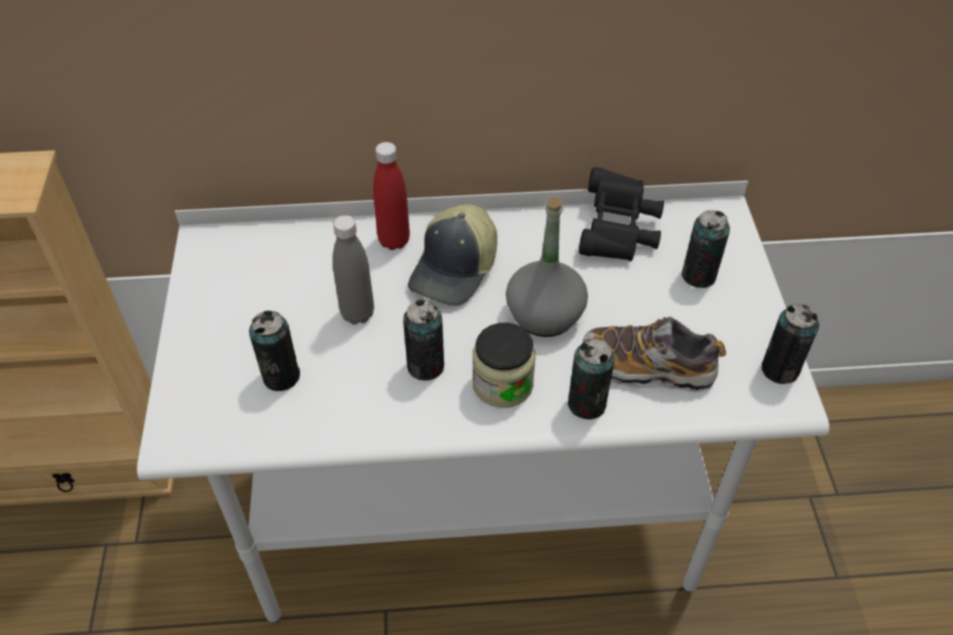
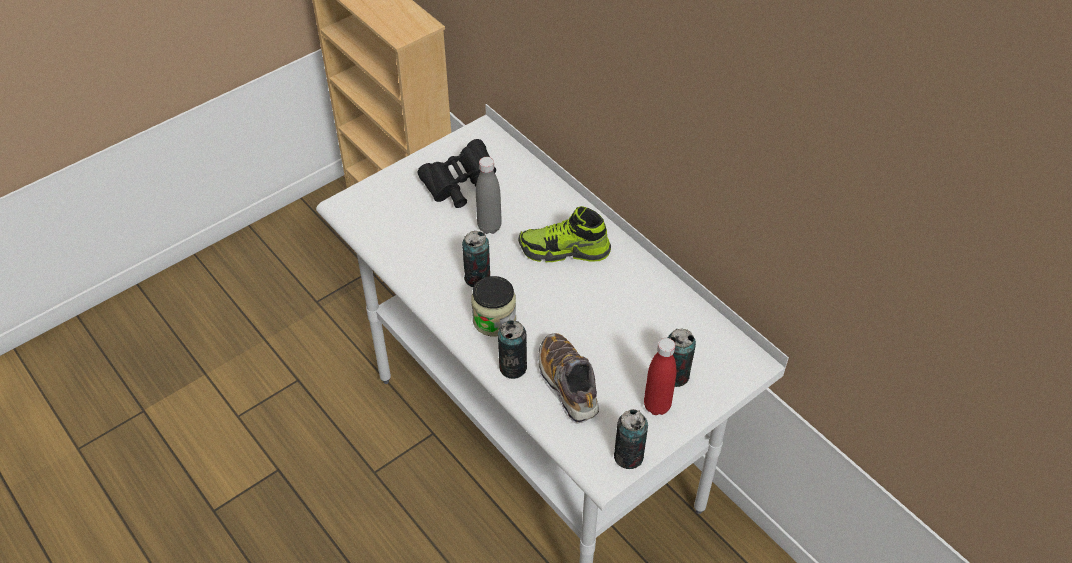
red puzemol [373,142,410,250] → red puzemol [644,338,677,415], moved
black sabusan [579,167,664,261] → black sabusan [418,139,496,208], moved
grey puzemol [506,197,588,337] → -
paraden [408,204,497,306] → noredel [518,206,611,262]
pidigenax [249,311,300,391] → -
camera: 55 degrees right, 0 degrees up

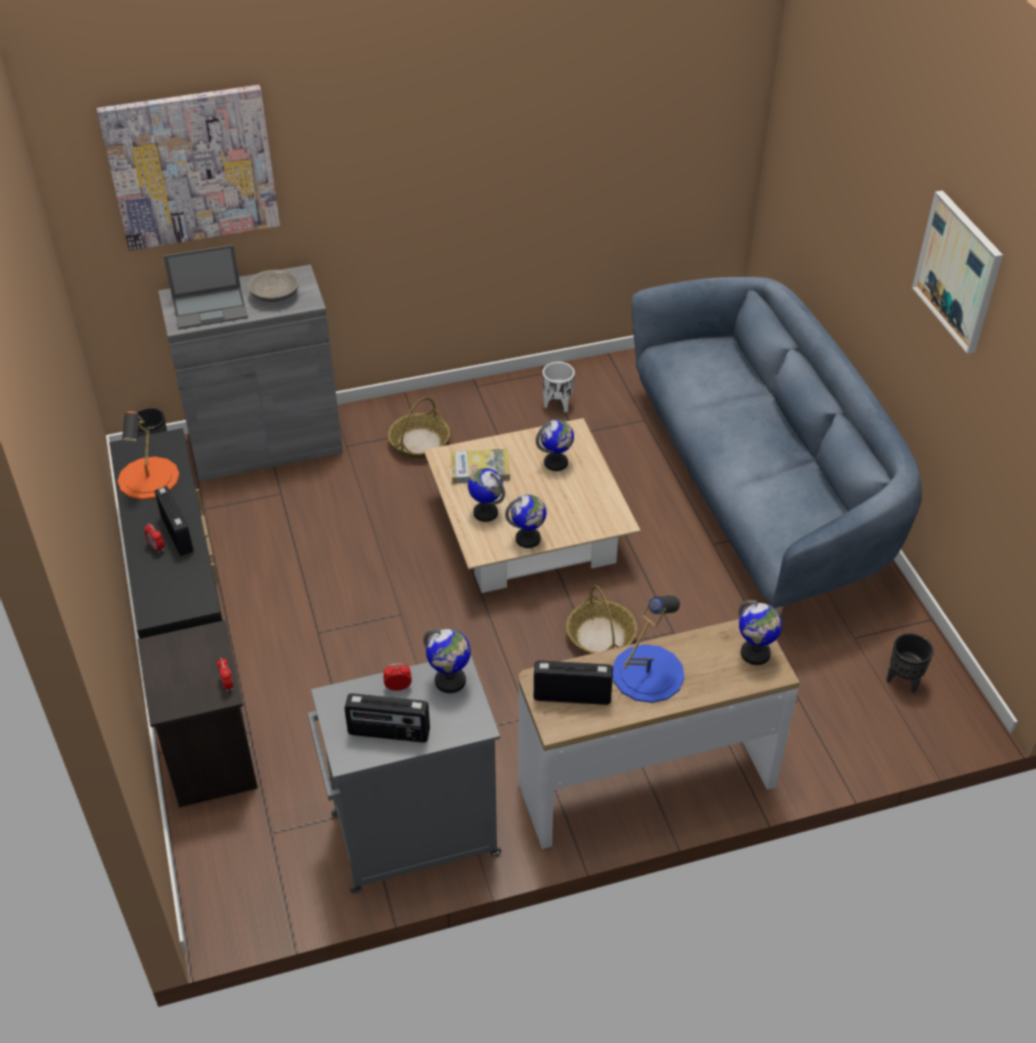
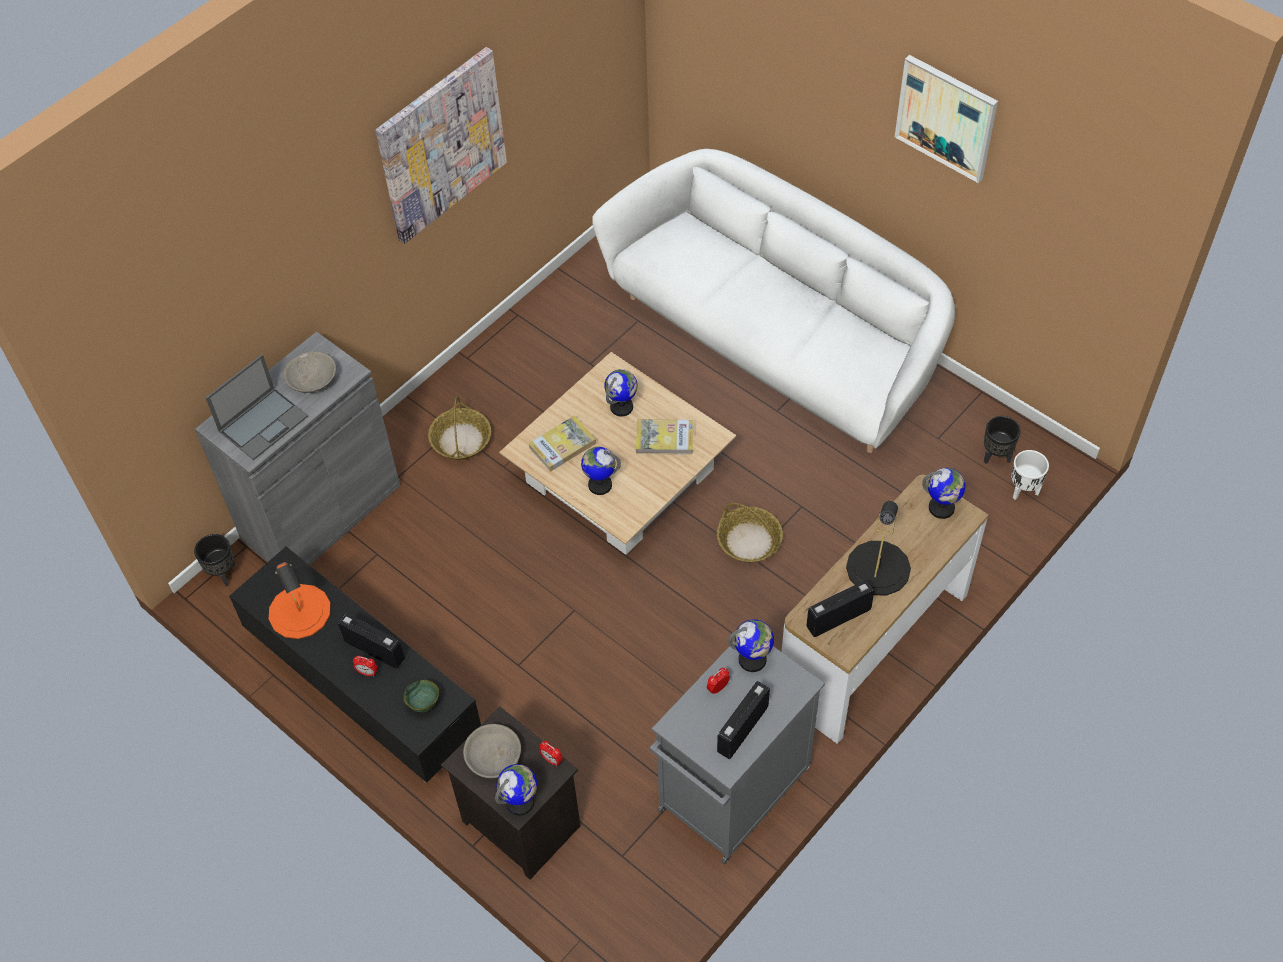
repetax [97,85,280,251] → repetax [375,47,507,244], moved
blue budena [631,277,922,617] → white budena [592,149,955,453]
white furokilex [543,362,575,413] → white furokilex [1011,450,1049,500], moved
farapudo [505,495,547,548] → farapudo [495,764,537,816], moved
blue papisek [613,595,685,703] → black papisek [846,501,911,596]
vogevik [344,693,430,742] → vogevik [717,681,770,759], 150 degrees clockwise
- → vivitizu [636,419,694,455]
- → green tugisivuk [403,680,439,712]
- → grey tugisivuk [463,724,521,779]
camera: 30 degrees left, 10 degrees up

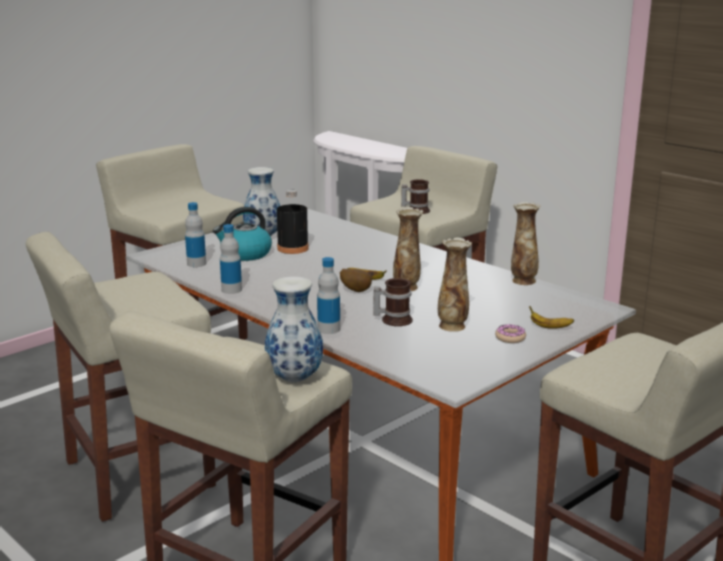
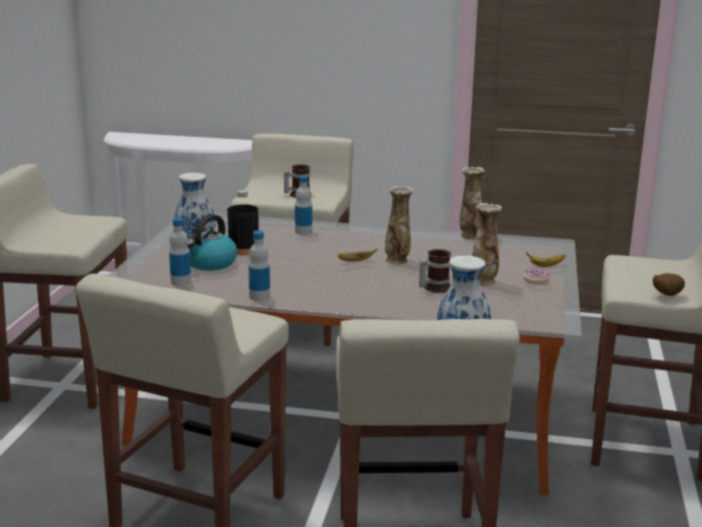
puzemol [317,257,340,334] → puzemol [295,175,312,235], moved
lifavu [340,269,372,292] → lifavu [653,273,685,296], moved
camera: 35 degrees left, 0 degrees up

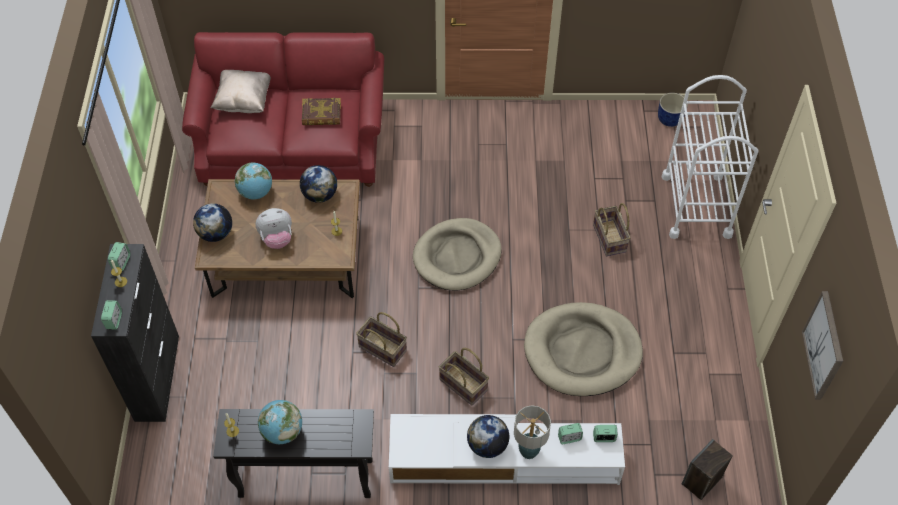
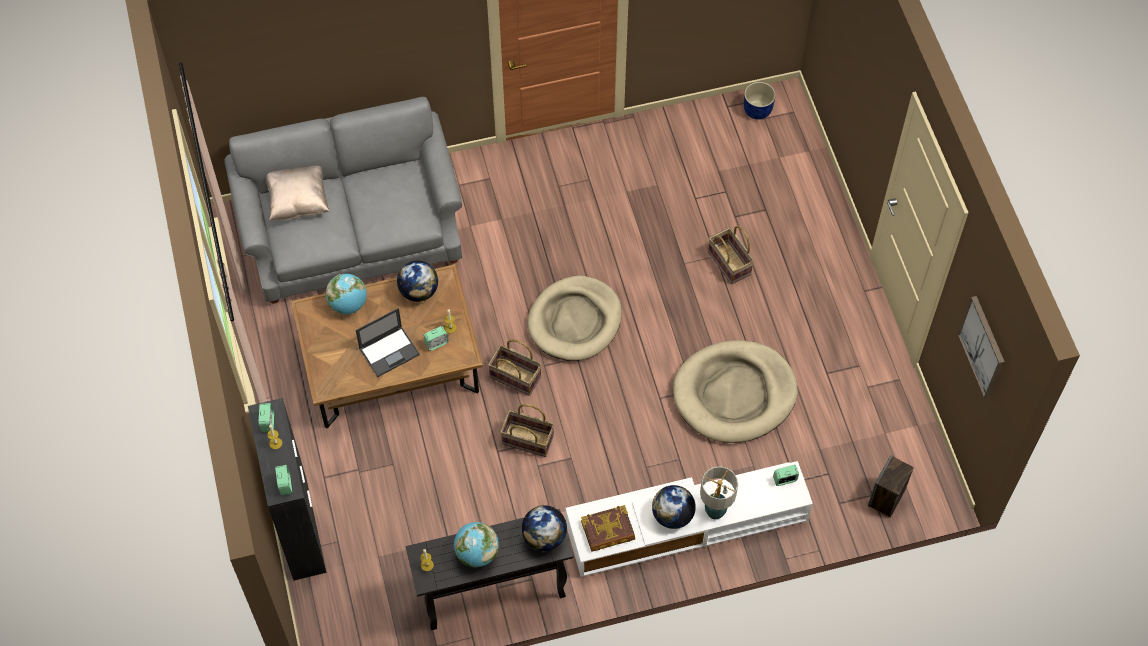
red budena [182,32,384,187] → grey budena [224,97,462,304]
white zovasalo [662,75,758,239] → -
vivitizu [302,98,341,125] → vivitizu [581,505,635,552], moved
farapudo [193,203,232,242] → farapudo [522,505,567,551], moved
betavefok [255,208,292,249] → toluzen [356,308,420,377]
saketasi [439,348,489,405] → saketasi [488,339,542,396], moved
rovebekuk [558,423,583,444] → rovebekuk [424,326,449,351], moved
camera: 15 degrees left, 5 degrees up

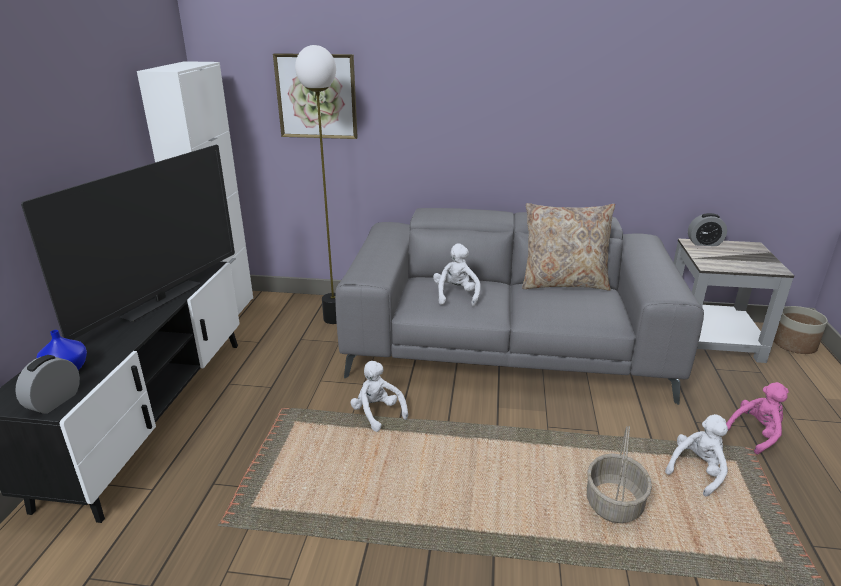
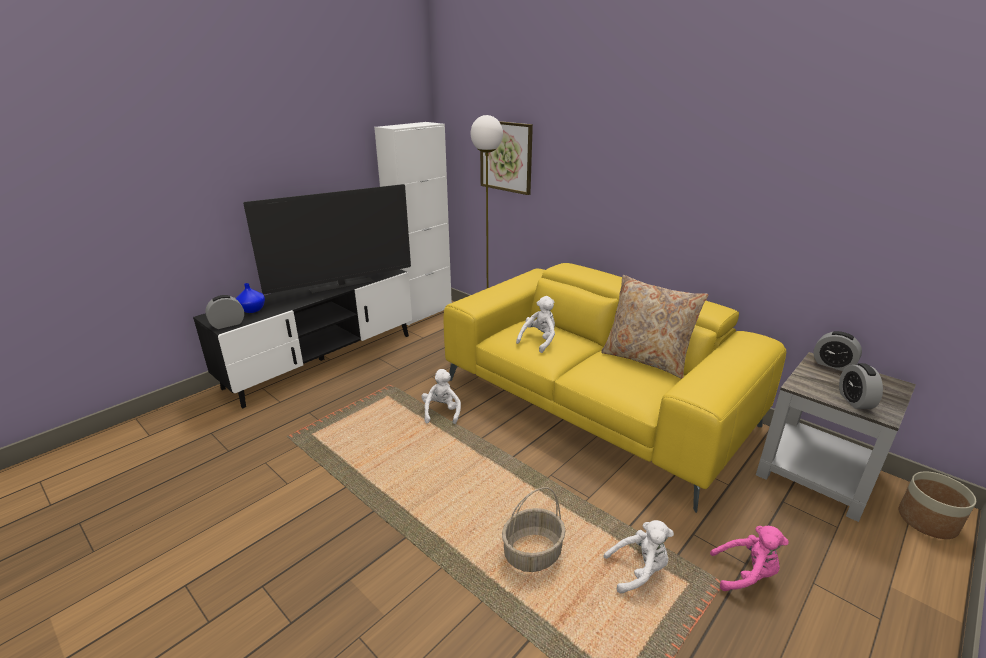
grey budena [335,208,704,405] → yellow budena [444,263,786,513]
- → rovebekuk [839,363,883,409]
camera: 35 degrees right, 0 degrees up

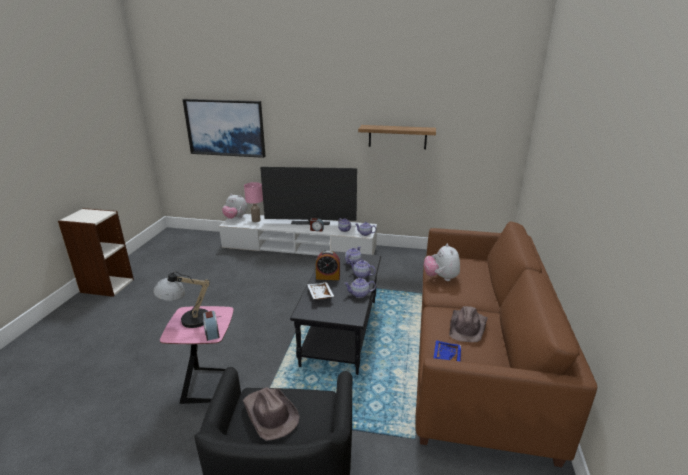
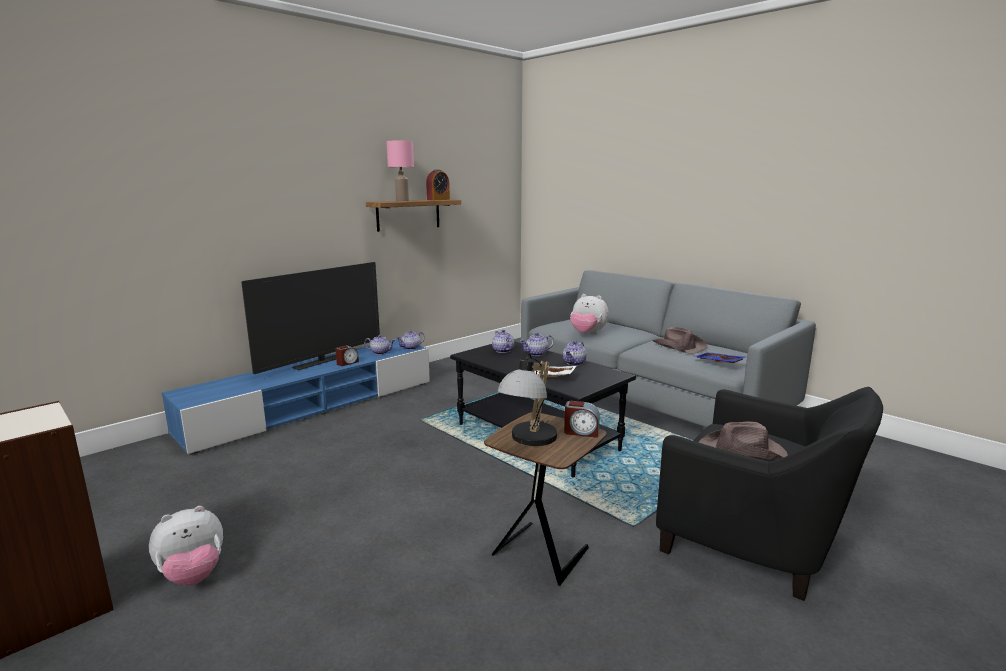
repetax [183,99,265,158] → -
pink papisek [244,182,263,222] → pink papisek [386,141,414,201], moved
betavefok [222,194,248,219] → betavefok [149,506,223,586], moved
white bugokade [219,214,377,256] → blue bugokade [162,339,430,455]
brown budena [415,222,597,467] → grey budena [521,270,816,427]
rovebekuk [316,251,340,280] → rovebekuk [426,169,450,200], moved
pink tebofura [160,306,234,404] → brown tebofura [484,412,607,586]
camera: 55 degrees left, 10 degrees down

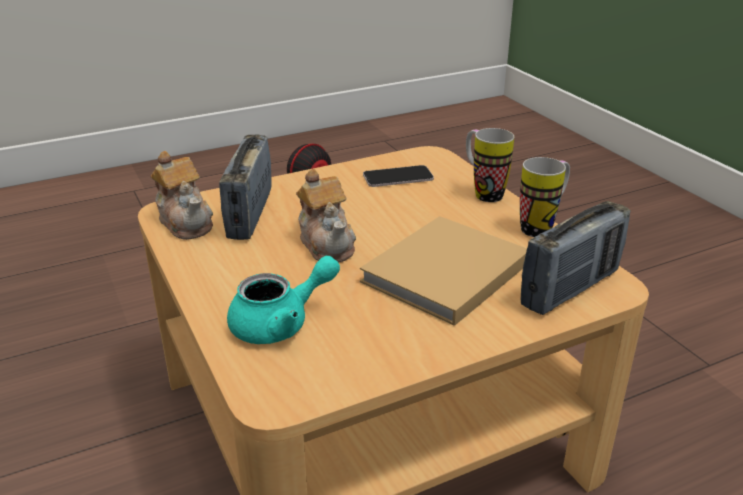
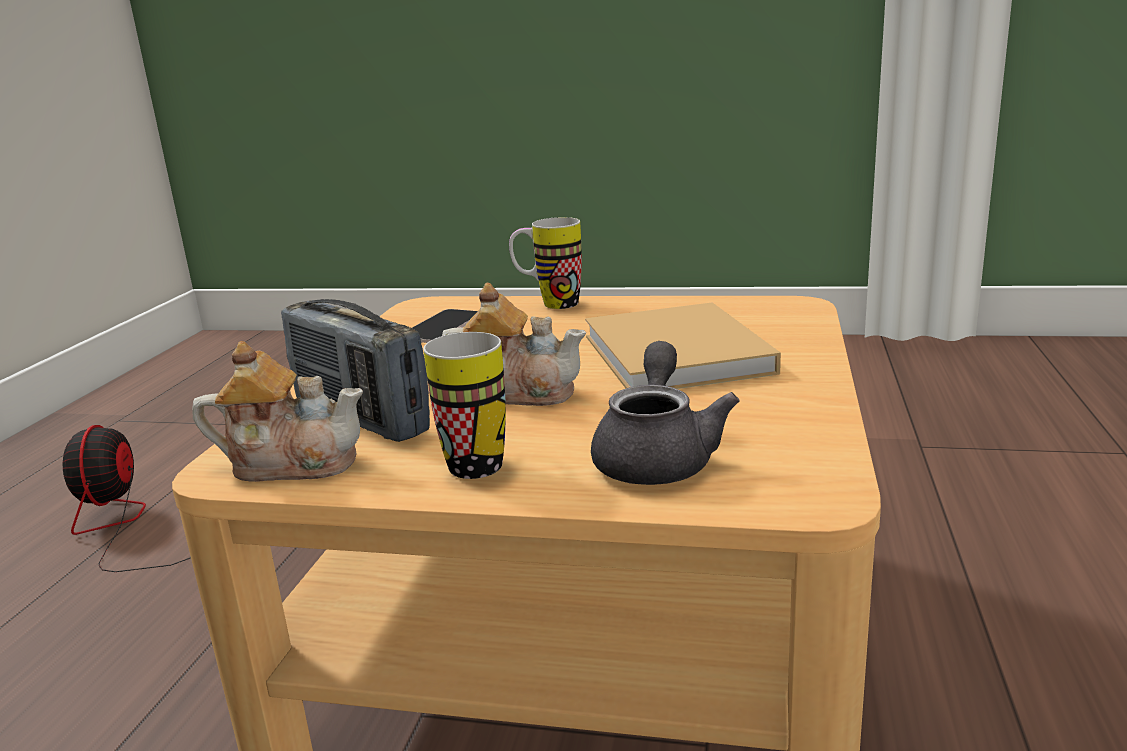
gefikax [520,157,570,237] → gefikax [423,332,506,479], moved
vogevik [520,201,630,315] → -
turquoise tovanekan [227,256,340,344] → grey tovanekan [591,341,740,485]
camera: 50 degrees left, 10 degrees down

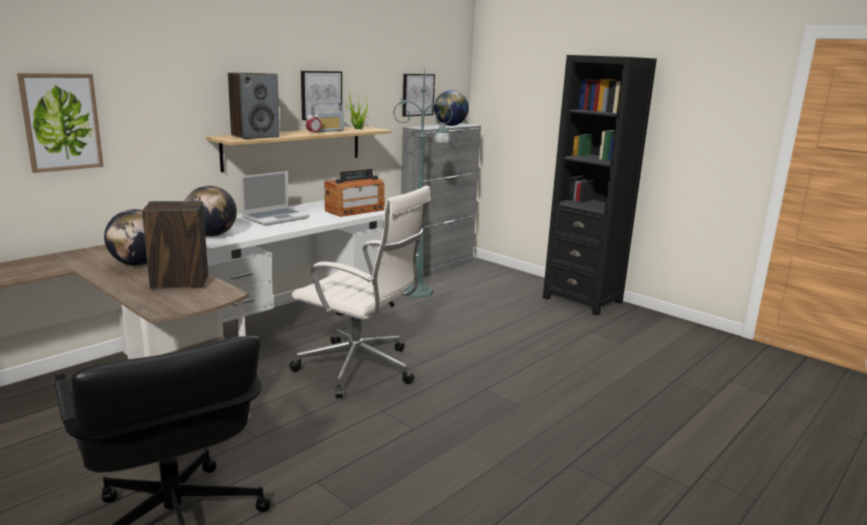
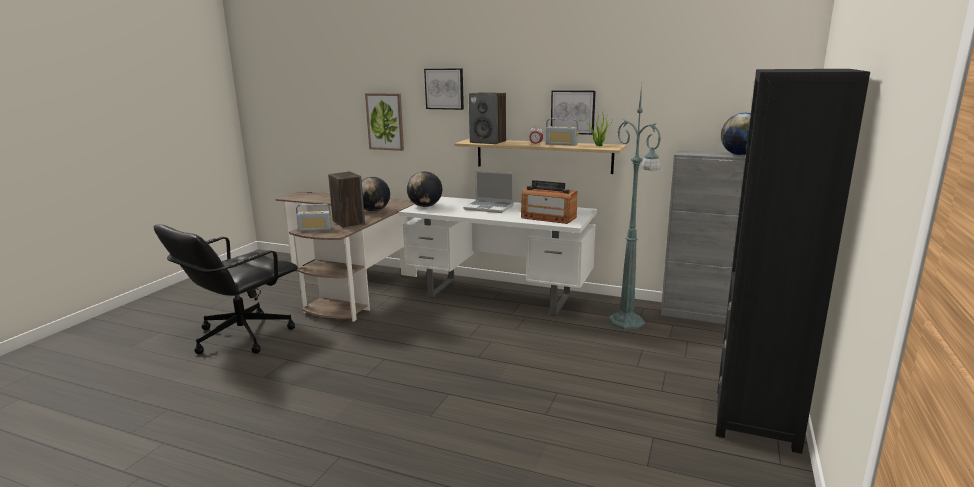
repetax [402,74,435,117] → repetax [424,68,464,110], moved
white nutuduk [289,185,430,398] → -
- → vogevik [296,204,332,231]
camera: 70 degrees right, 0 degrees up

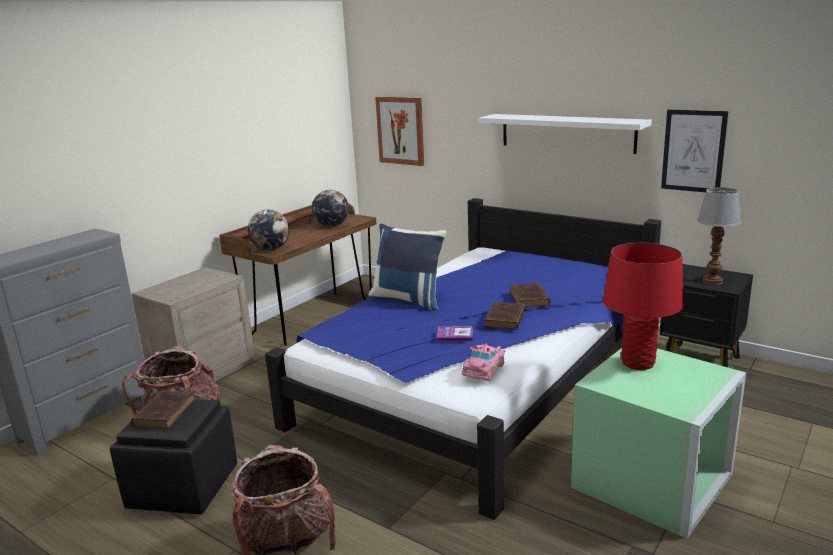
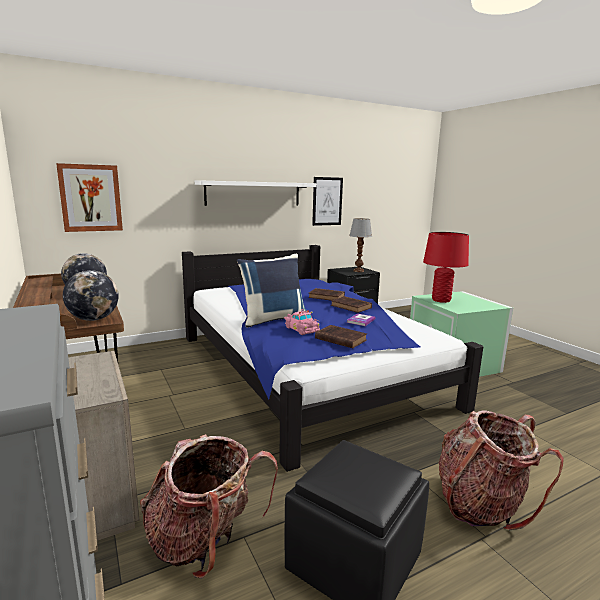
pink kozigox [462,343,505,381] → pink kozigox [284,309,320,335], moved
brown vivitizu [131,390,195,429] → brown vivitizu [315,325,367,348], moved
camera: 65 degrees left, 5 degrees down

